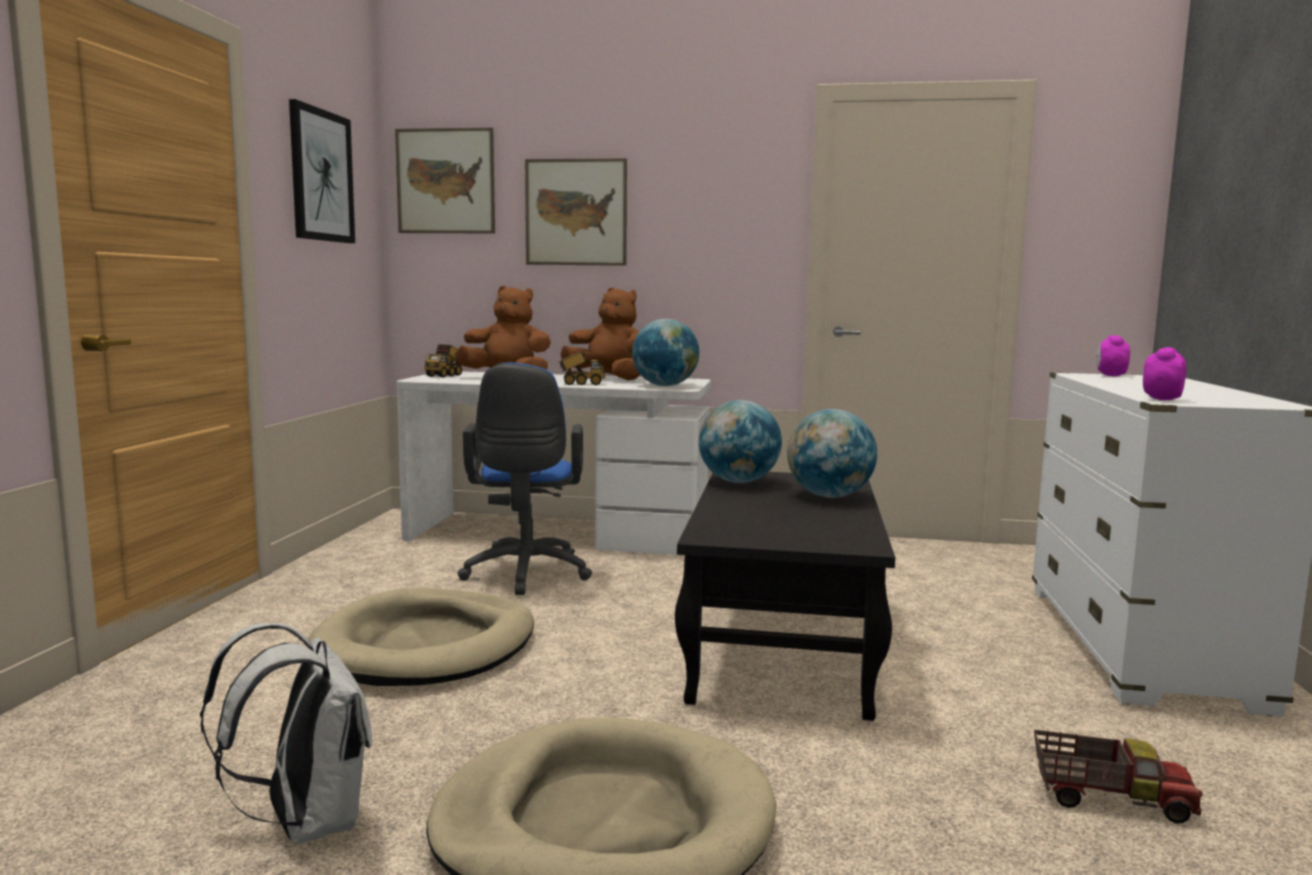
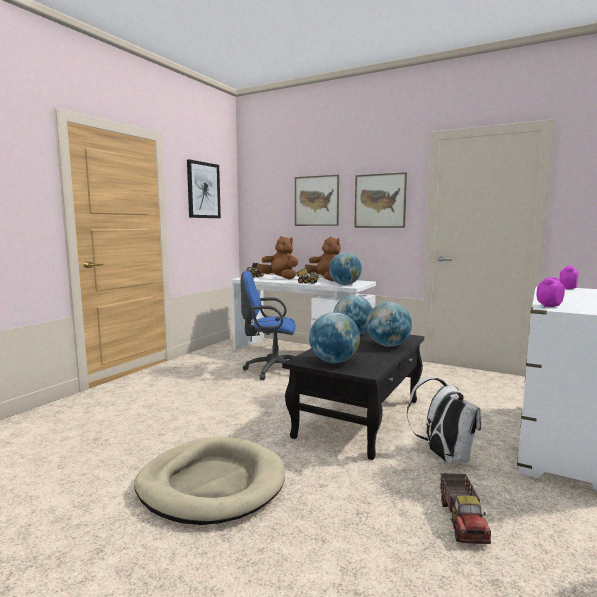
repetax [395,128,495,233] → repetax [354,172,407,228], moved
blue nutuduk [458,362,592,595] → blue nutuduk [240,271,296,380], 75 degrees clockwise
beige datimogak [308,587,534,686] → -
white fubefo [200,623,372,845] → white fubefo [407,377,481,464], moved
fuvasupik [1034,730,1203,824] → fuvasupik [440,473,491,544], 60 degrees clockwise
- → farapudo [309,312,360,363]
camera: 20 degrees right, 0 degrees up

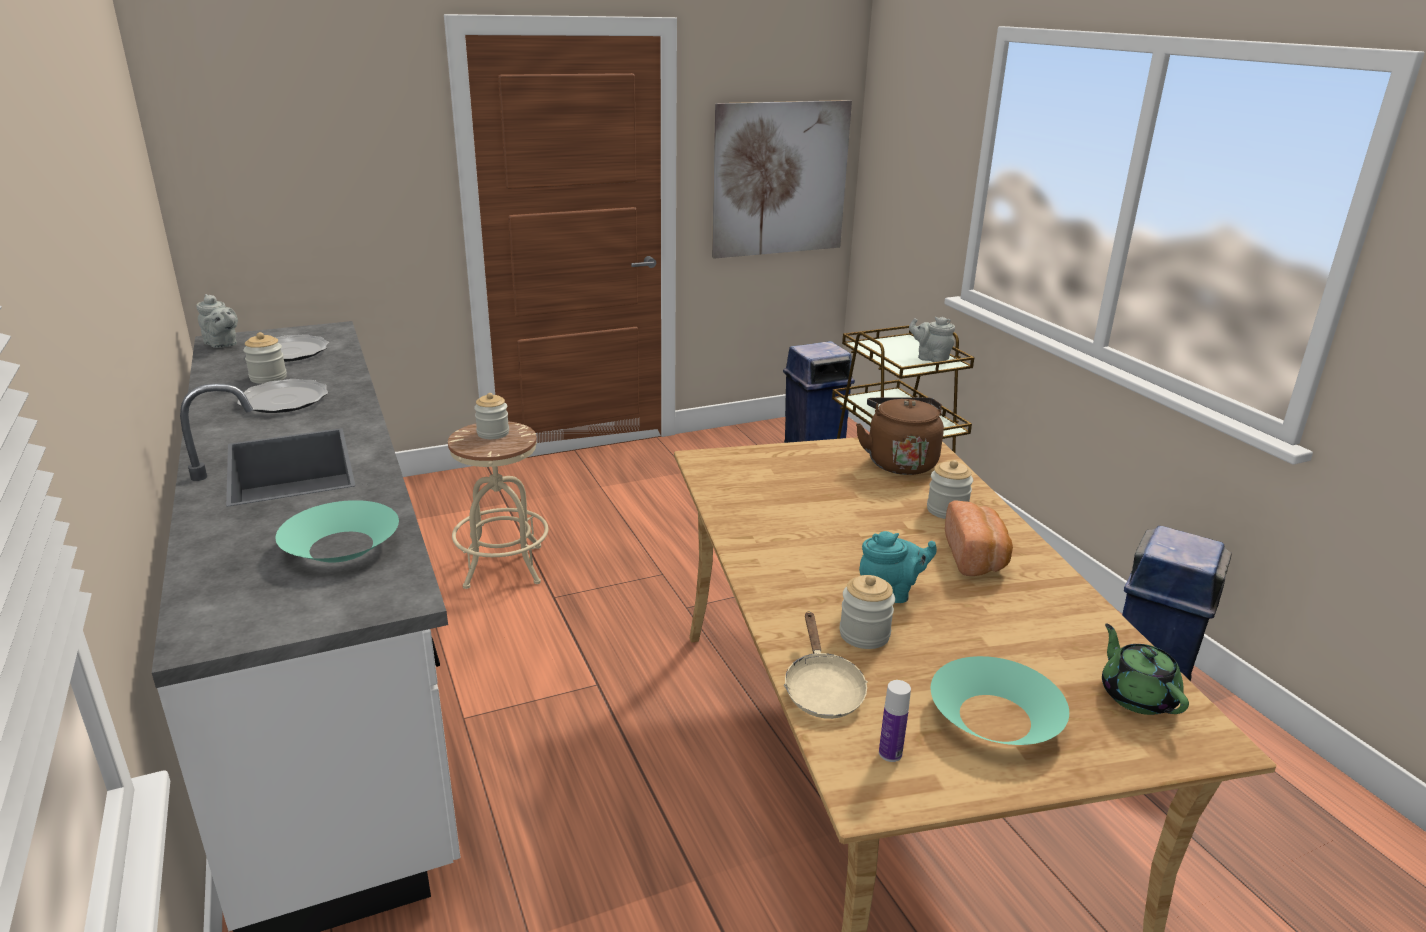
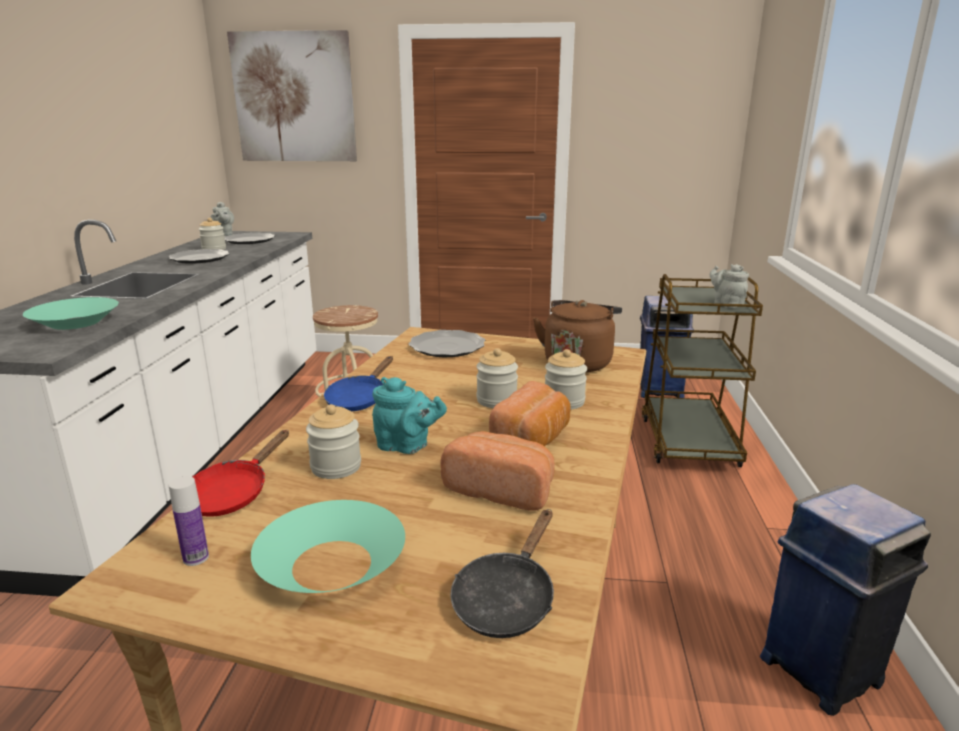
repetax [712,100,852,258] → repetax [227,30,357,161], moved
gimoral [474,393,509,439] → gimoral [476,348,518,408], moved
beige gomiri [784,611,868,719] → red gomiri [192,430,289,517]
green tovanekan [1102,623,1189,715] → black gomiri [451,509,554,638]
- → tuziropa [409,330,485,357]
- → blue gomiri [324,356,393,411]
- → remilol [440,431,555,511]
camera: 30 degrees right, 5 degrees down

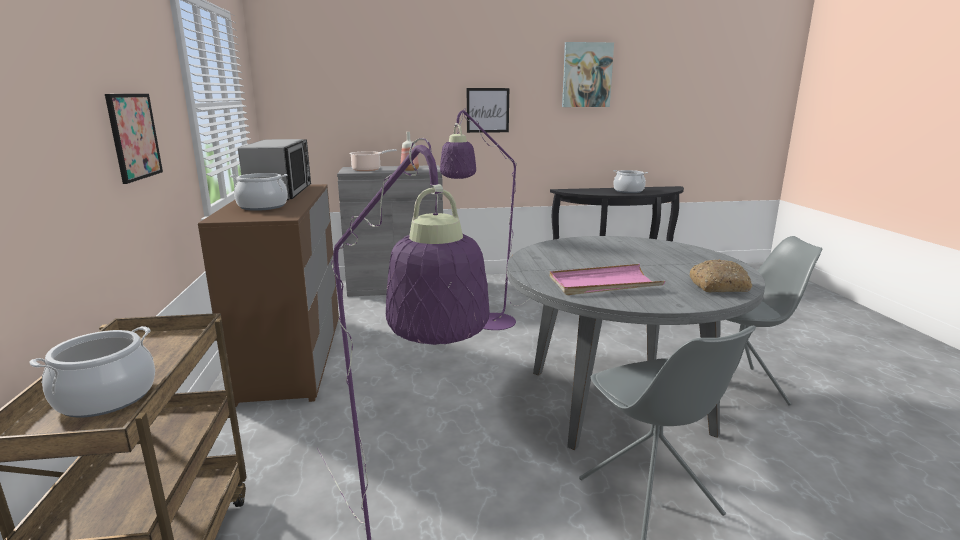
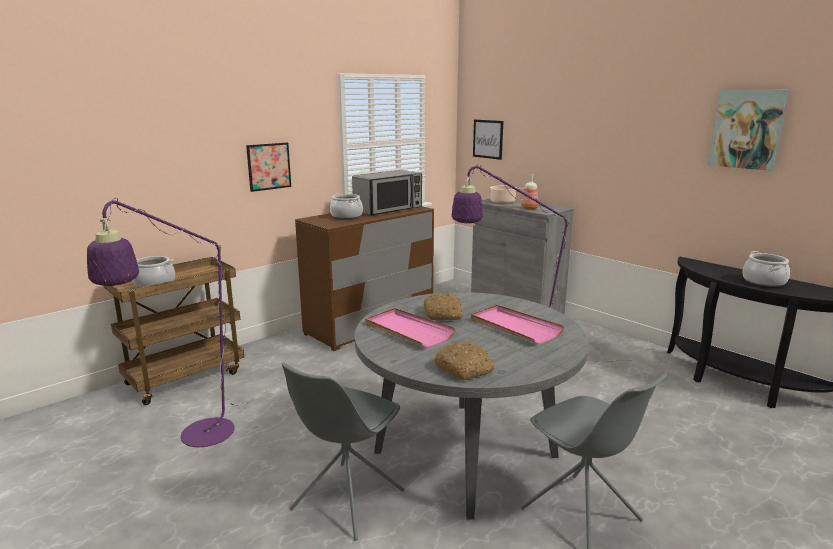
repetax [467,88,509,133] → repetax [473,120,504,160], moved
- → remilol [423,292,462,320]
- → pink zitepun [471,305,565,344]
camera: 55 degrees right, 0 degrees up

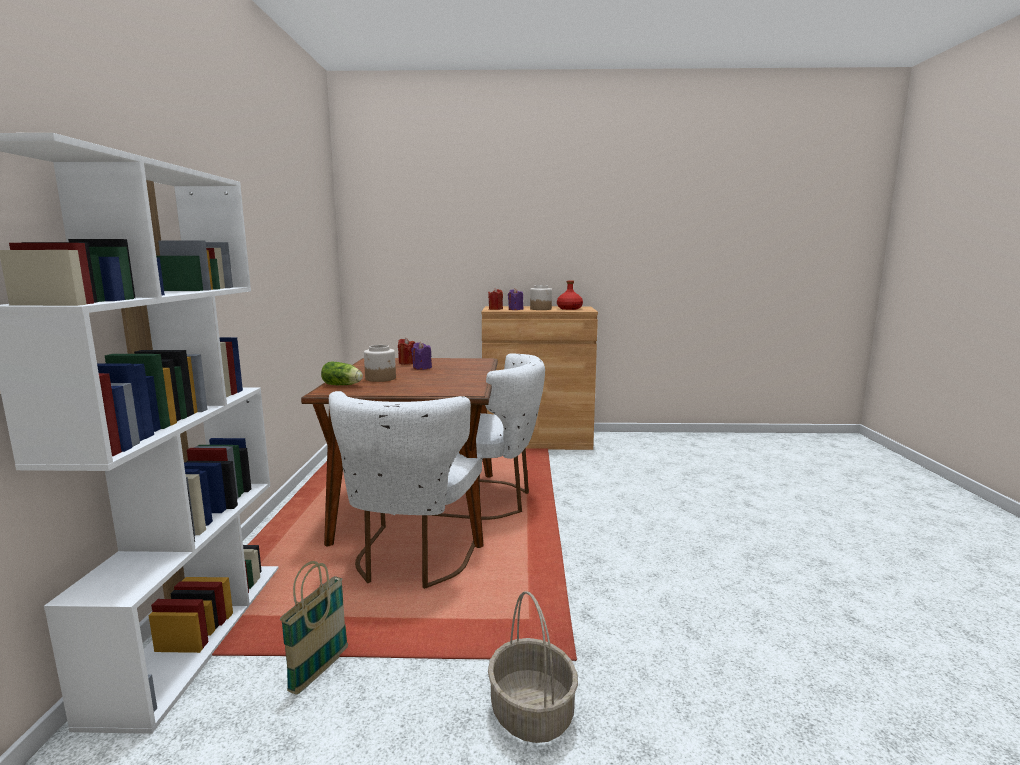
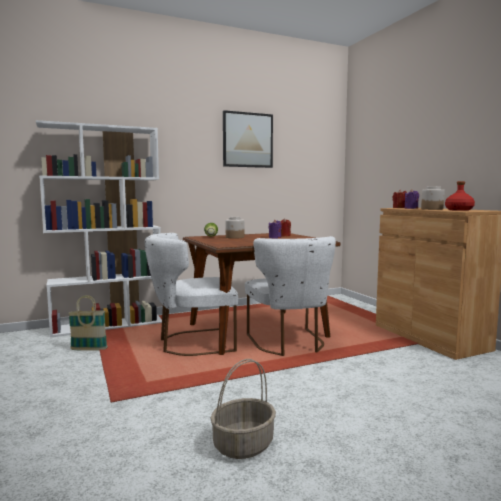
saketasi [488,591,578,743] → saketasi [210,359,276,459], moved
- → repetax [223,110,273,168]
camera: 65 degrees right, 5 degrees down

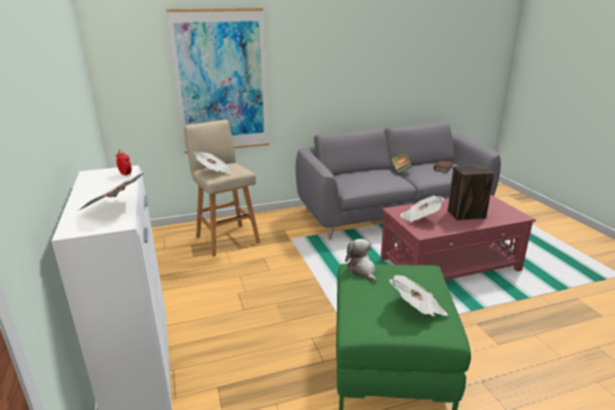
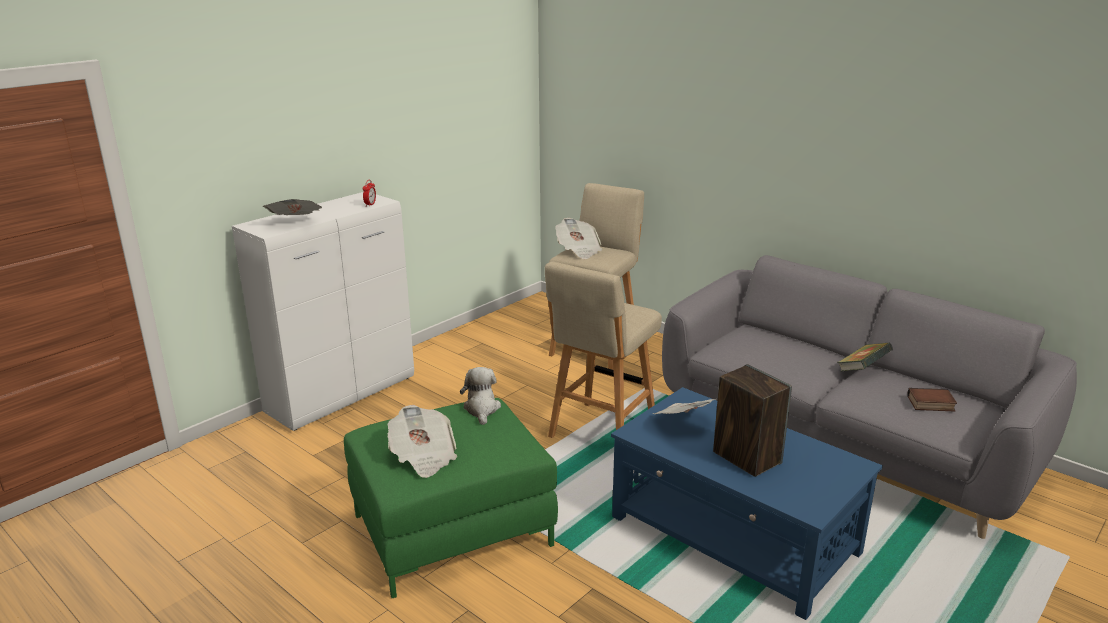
repetax [166,8,269,154] → -
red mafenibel [381,194,536,280] → blue mafenibel [611,387,883,620]
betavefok [345,239,376,283] → betavefok [460,367,501,425], 45 degrees counterclockwise
- → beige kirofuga [545,261,662,438]
camera: 60 degrees right, 0 degrees up

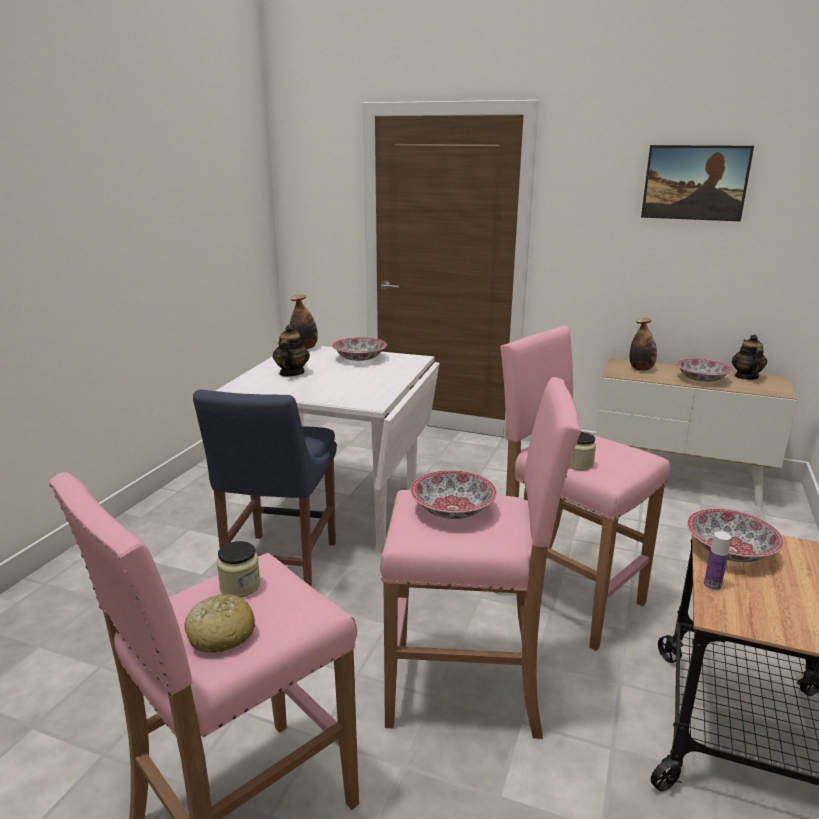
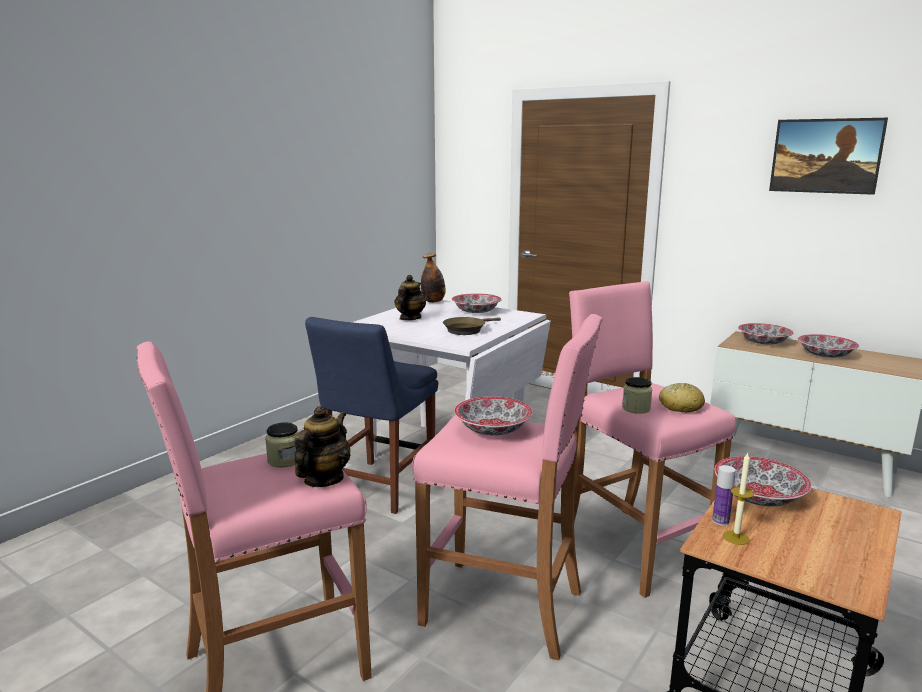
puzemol [629,318,657,371] → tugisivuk [738,323,793,345]
tovanekan [732,334,767,380] → tovanekan [294,406,350,487], moved
remilol [184,594,255,653] → remilol [659,383,705,413], moved
- → brown gomiri [443,317,501,335]
- → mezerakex [723,453,754,545]
camera: 15 degrees right, 5 degrees down

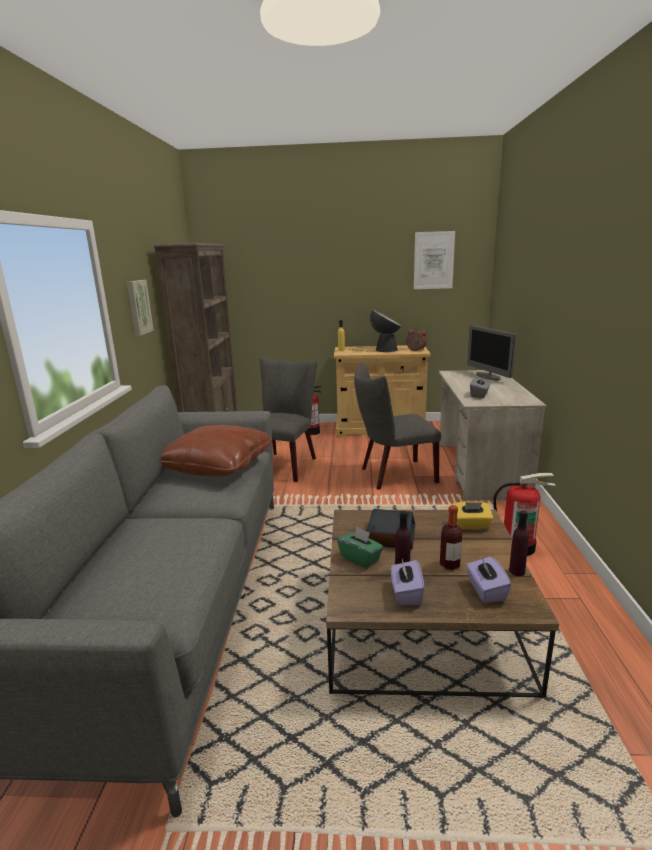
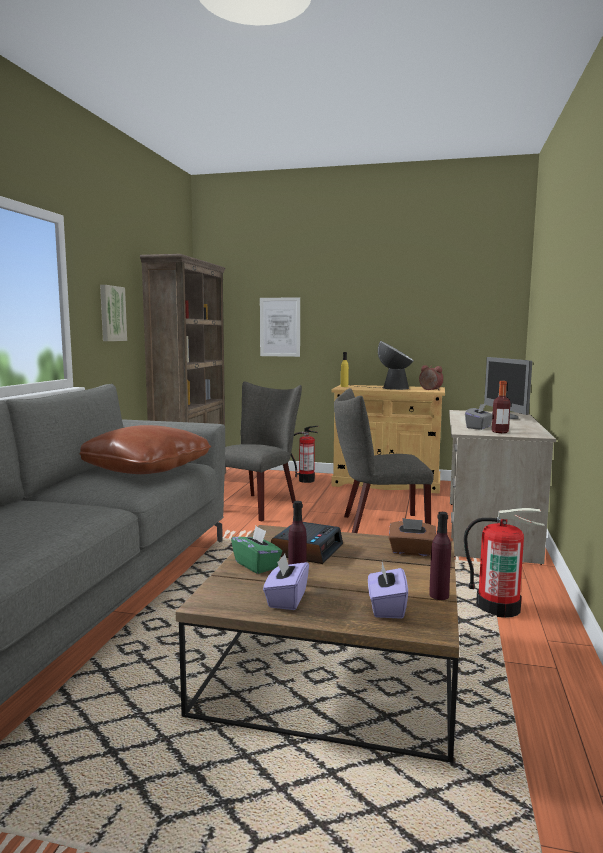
repetax [414,231,455,289] → repetax [260,297,300,357], moved
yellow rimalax [452,501,493,530] → brown rimalax [389,518,436,556]
puzemol [440,505,462,570] → puzemol [492,381,510,433], moved
camera: 10 degrees right, 10 degrees down

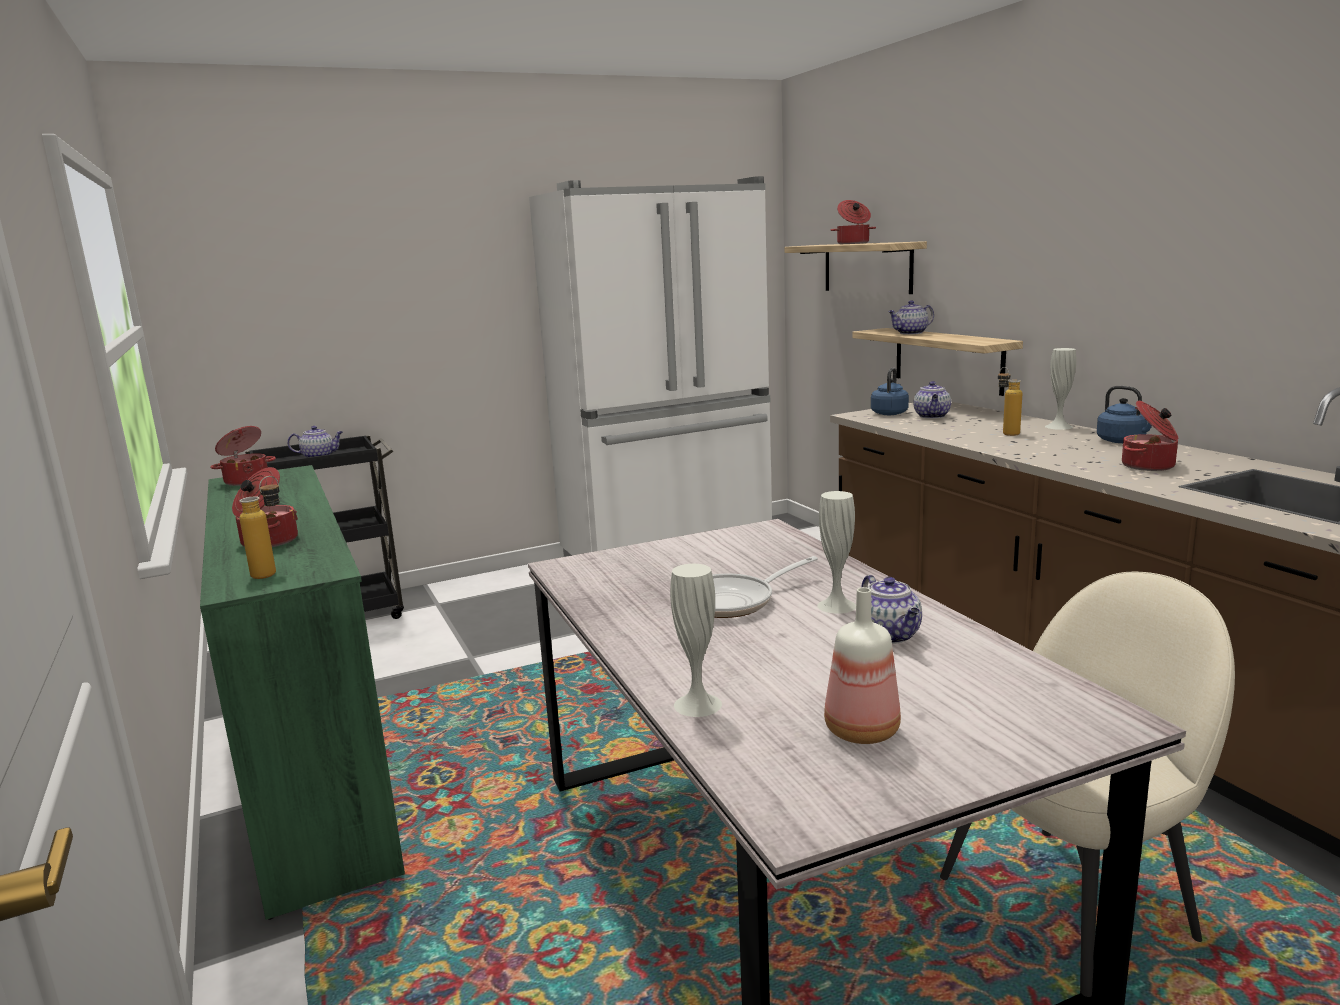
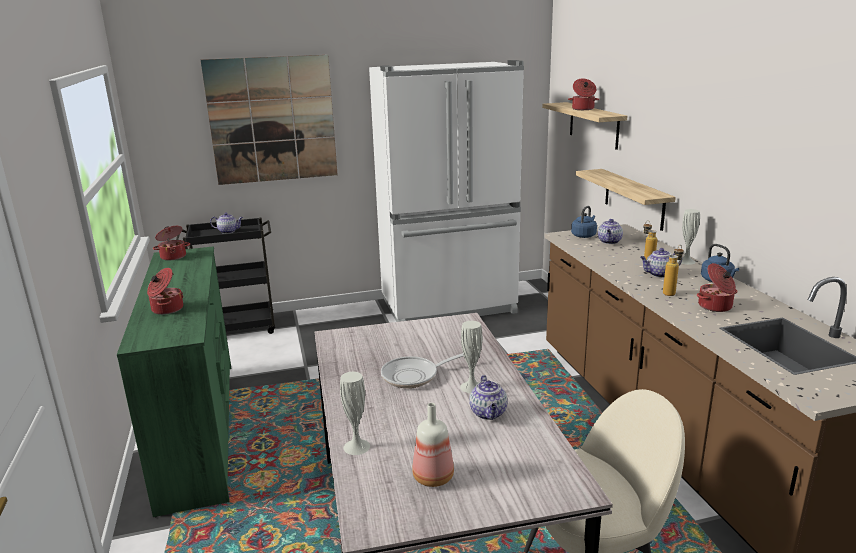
tovanekan [888,300,934,335] → tovanekan [640,248,682,278], moved
puzemol [240,476,280,579] → puzemol [663,245,684,296], moved
- → repetax [201,55,338,185]
camera: 10 degrees right, 5 degrees up

